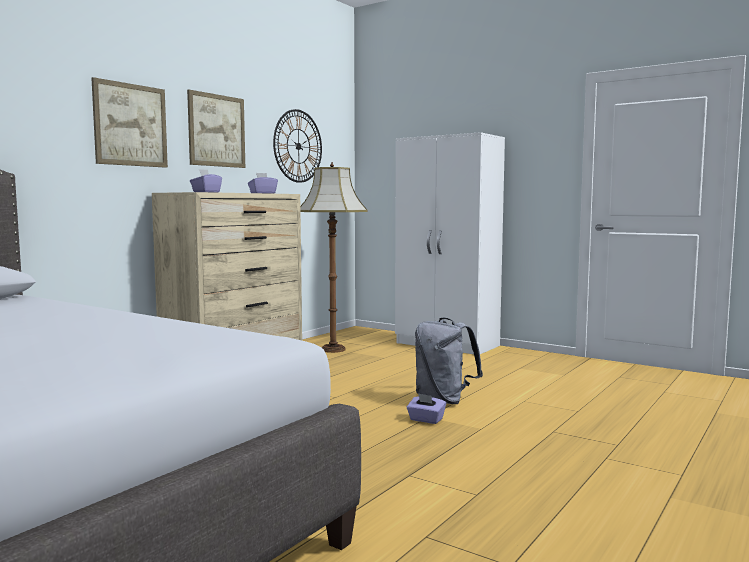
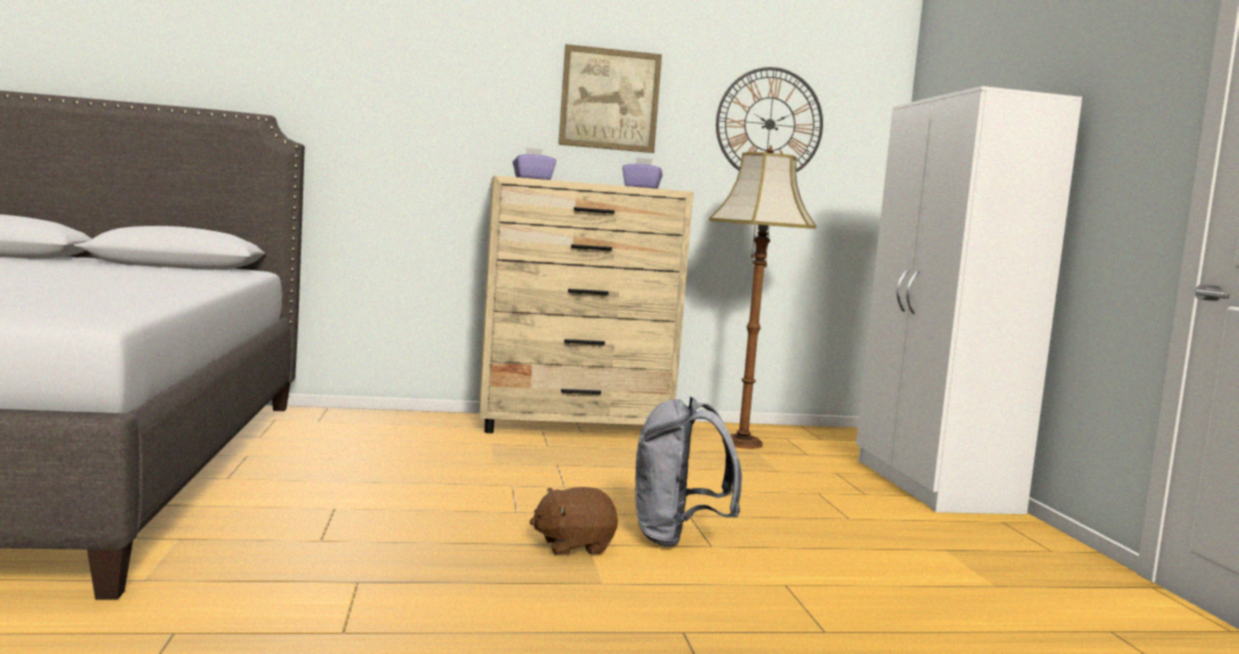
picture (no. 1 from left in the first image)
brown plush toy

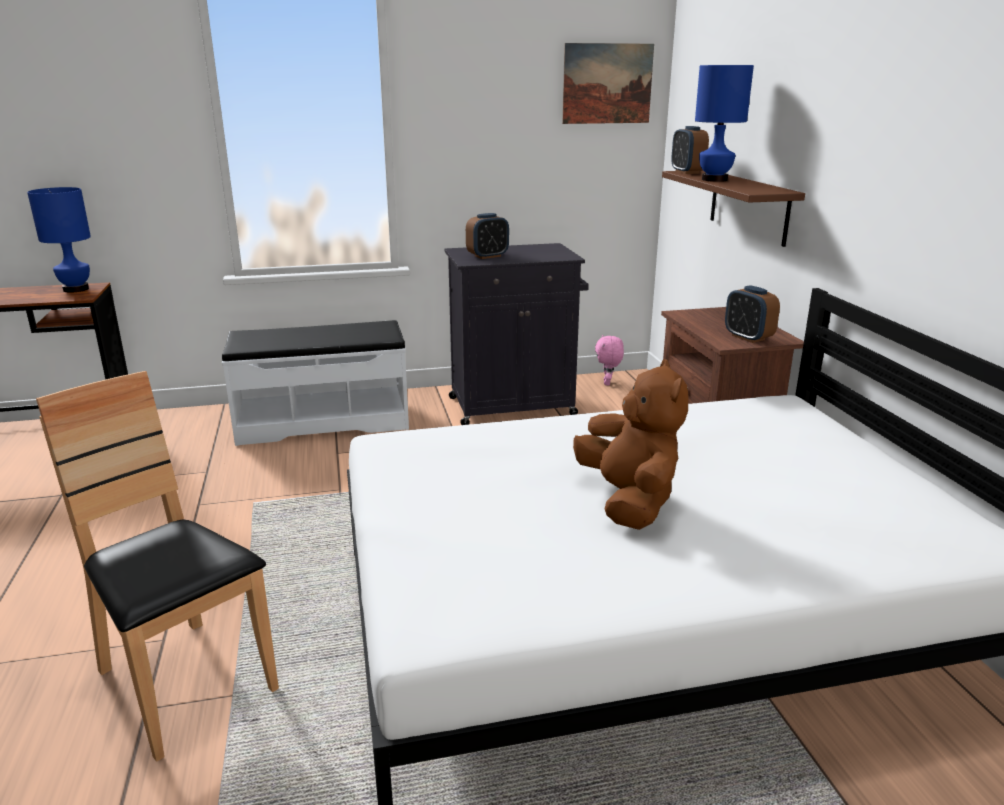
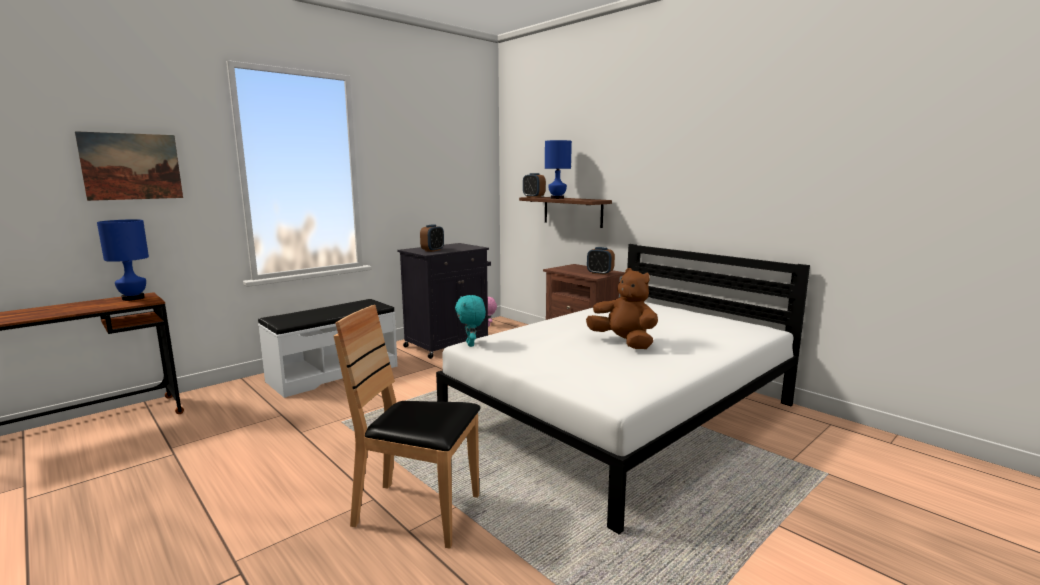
picture
turquoise plush toy

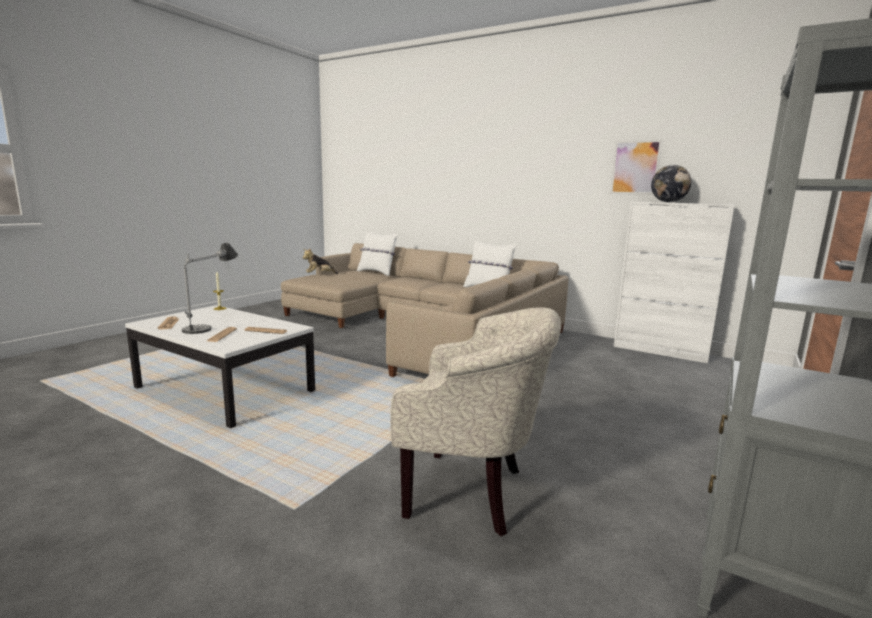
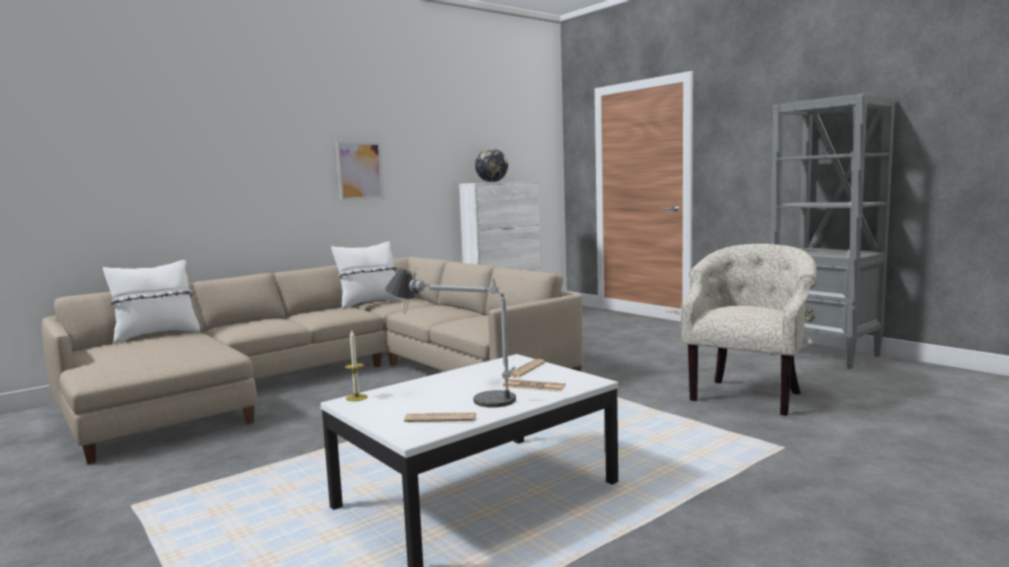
picture
plush toy

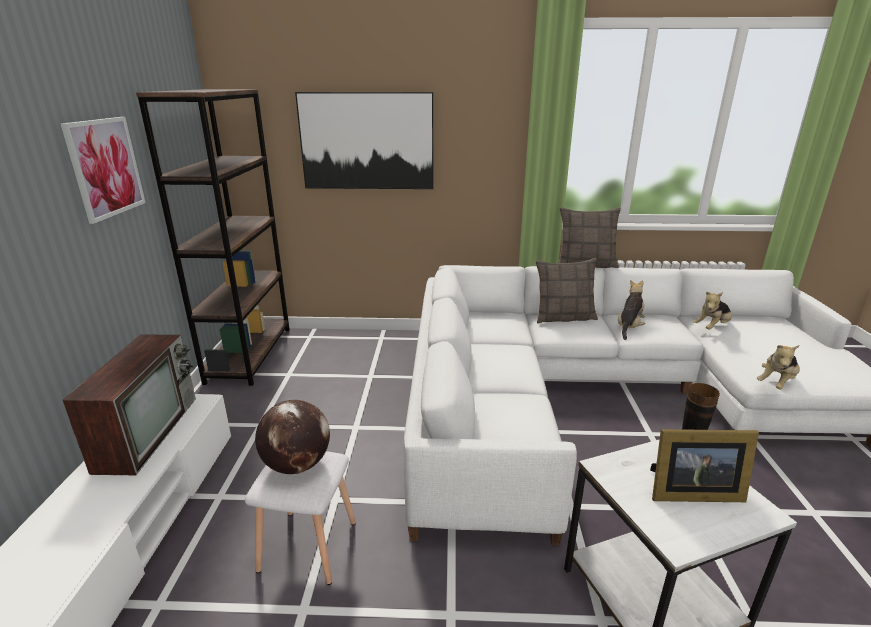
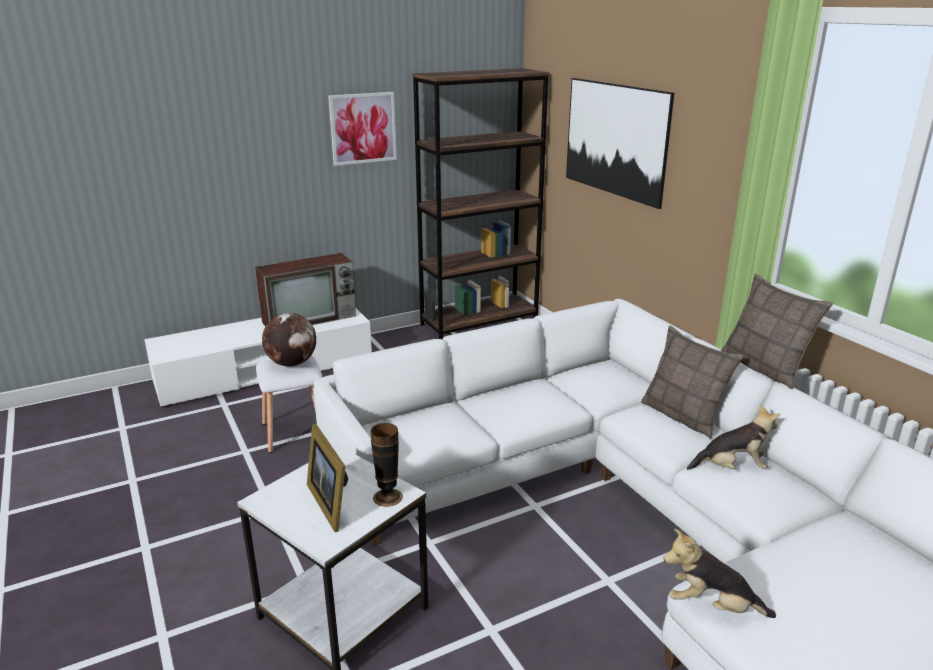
plush toy (no. 2 from left in the first image)

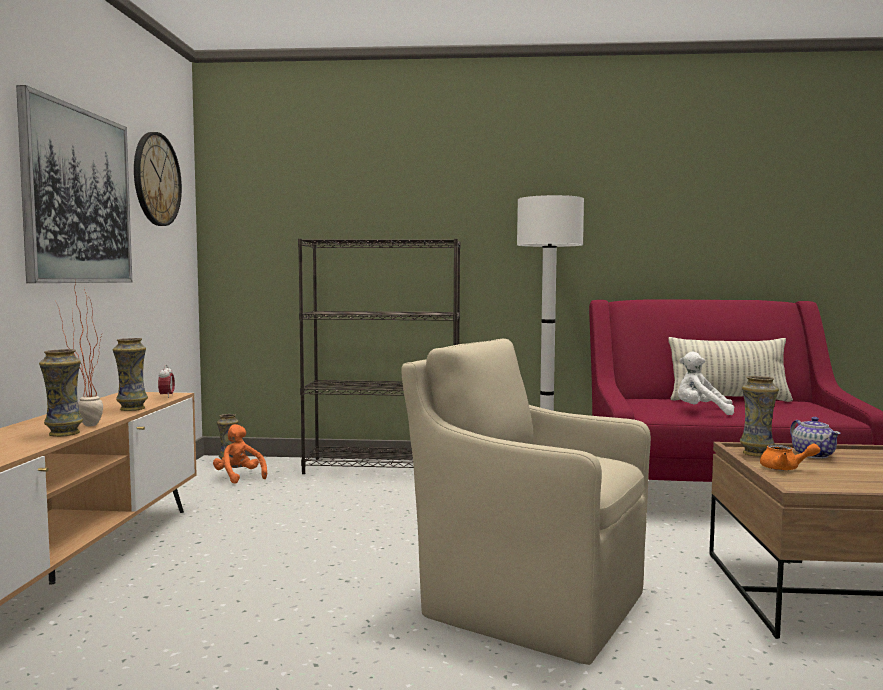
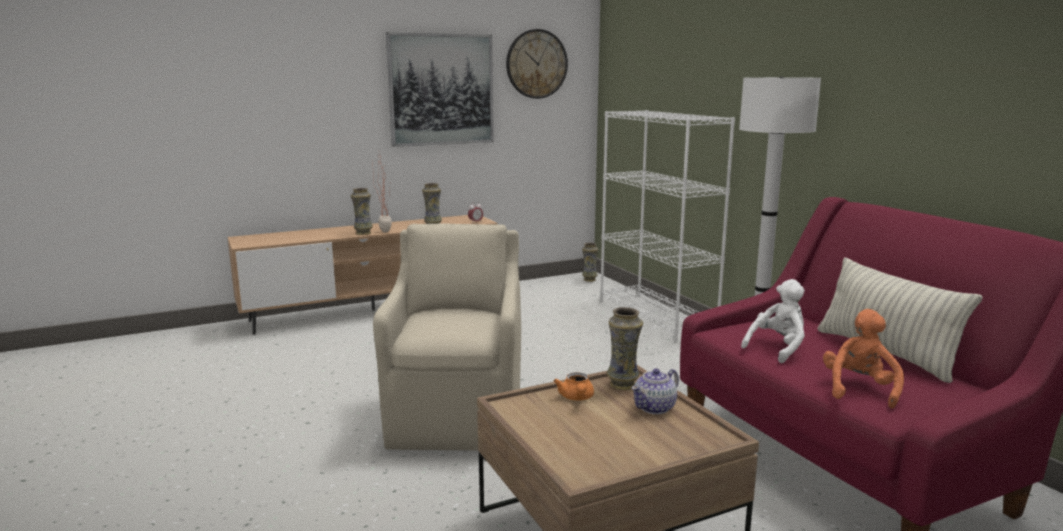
white bookcase
white plush toy
orange plush toy

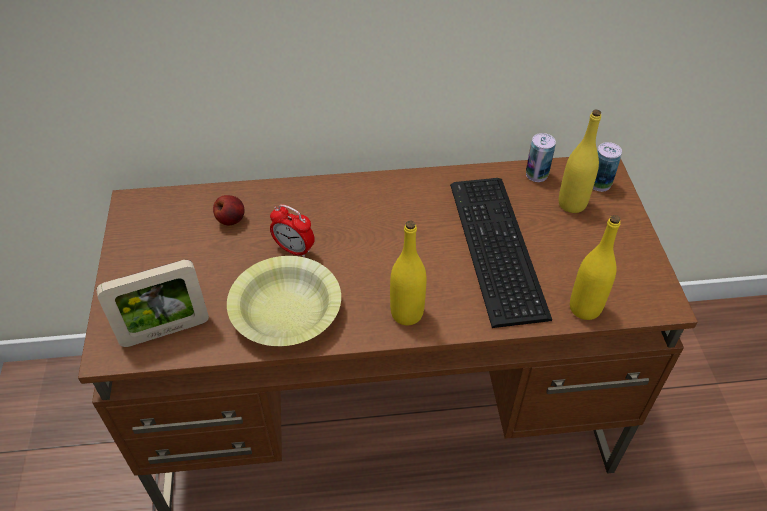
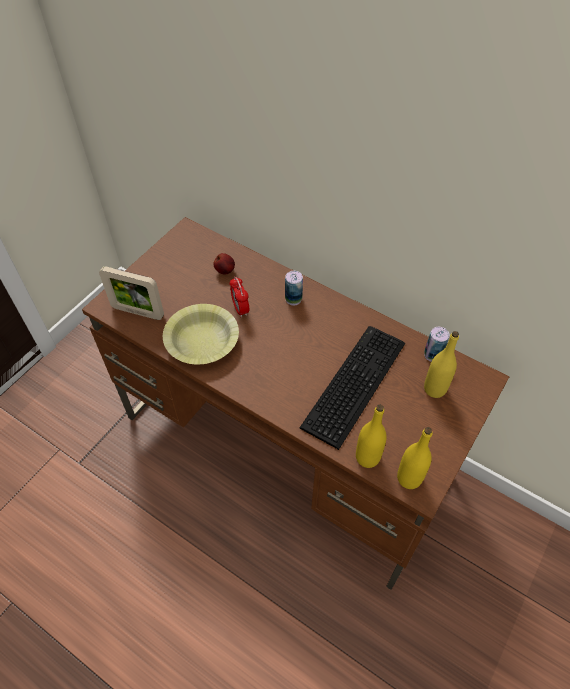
can (no. 1 from left)
yellow bottle (no. 2 from left)

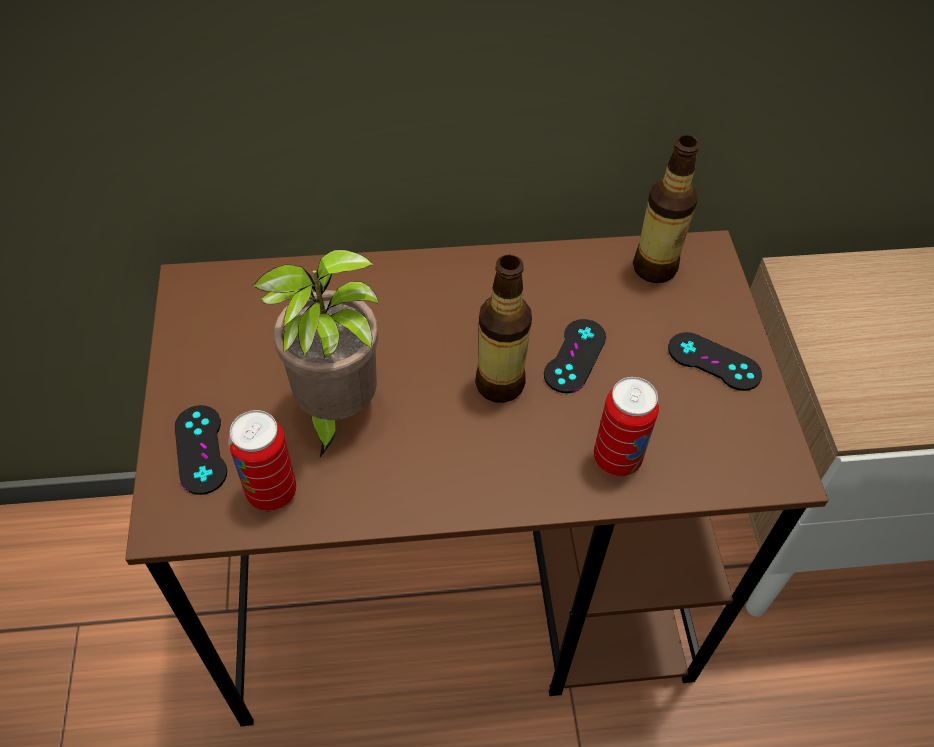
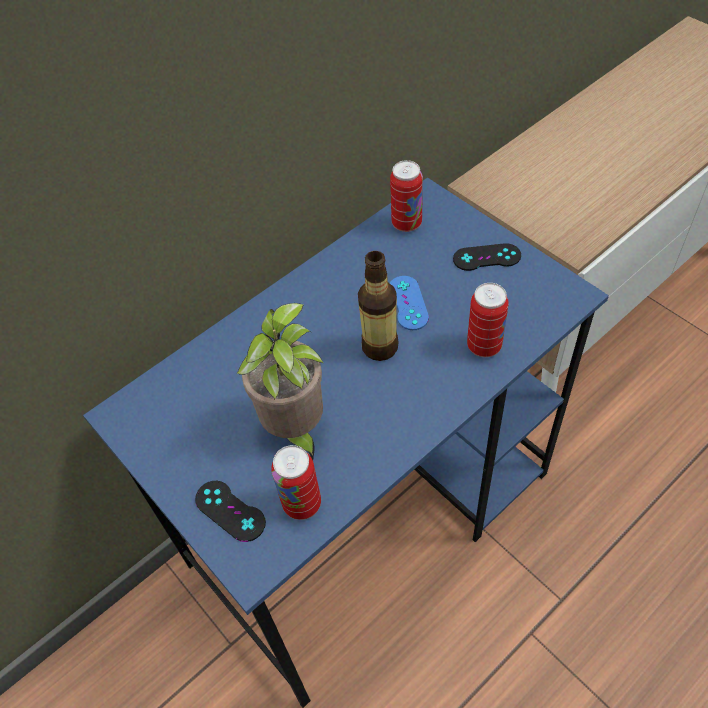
can (no. 2 from left)
blue desk
blue game controller

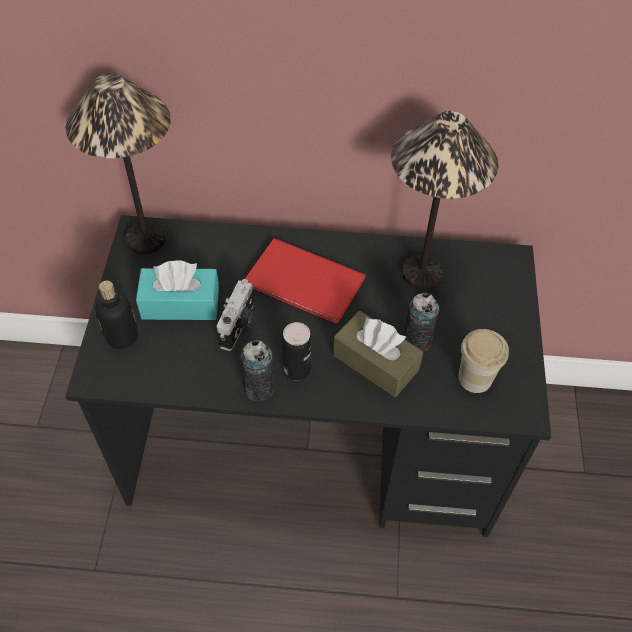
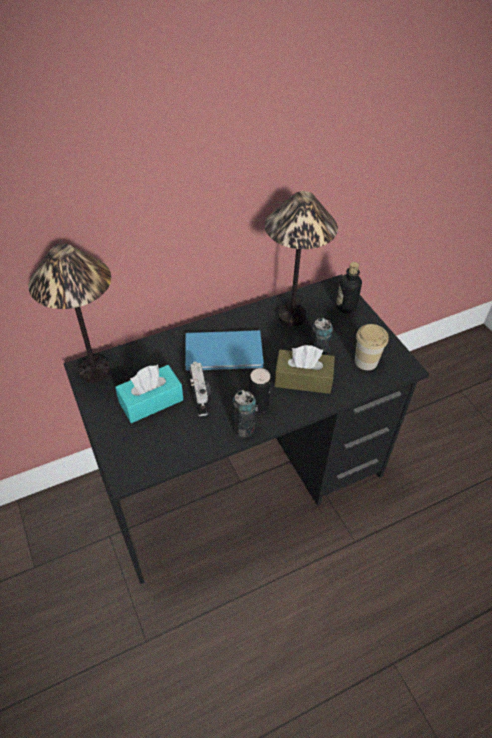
blue book
bottle

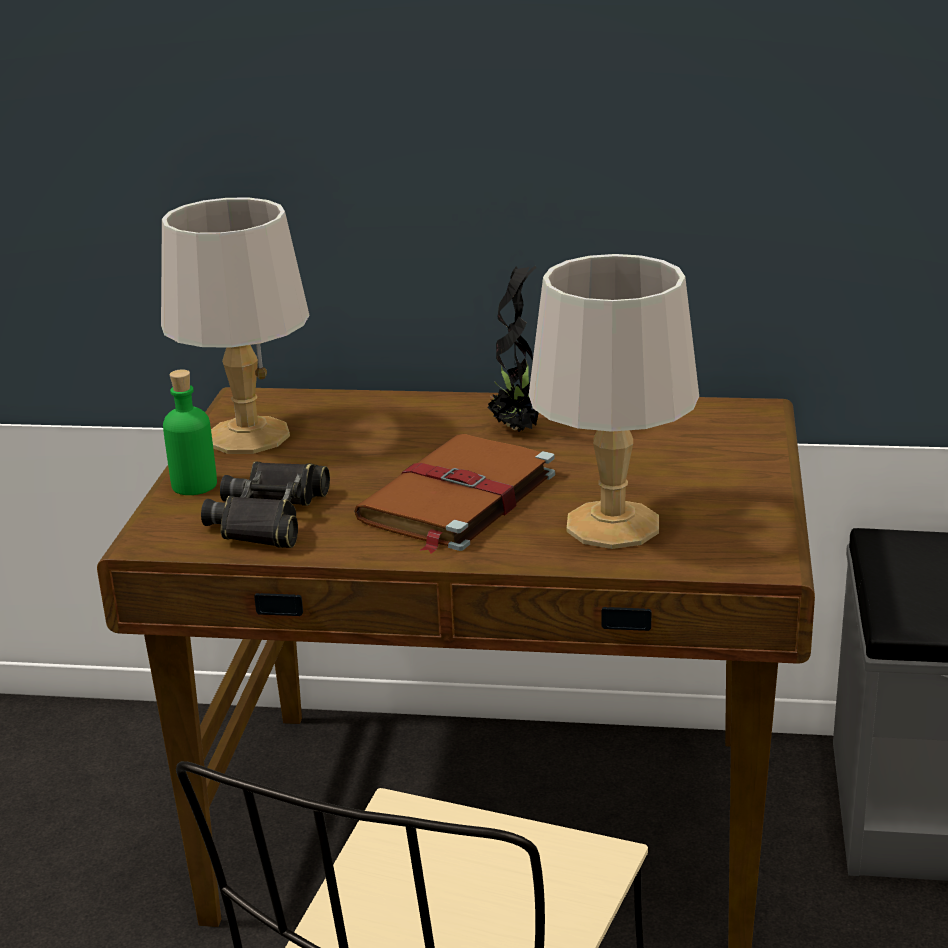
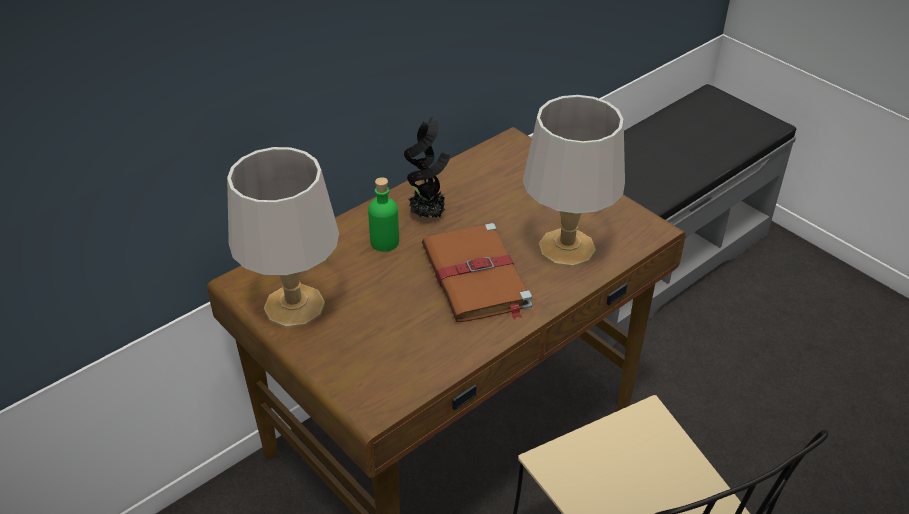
green bottle
black binoculars

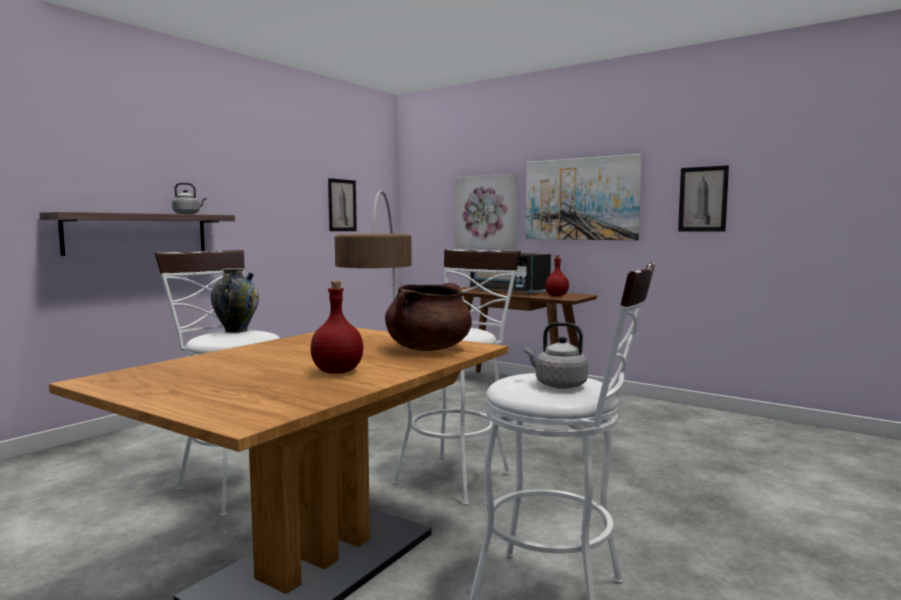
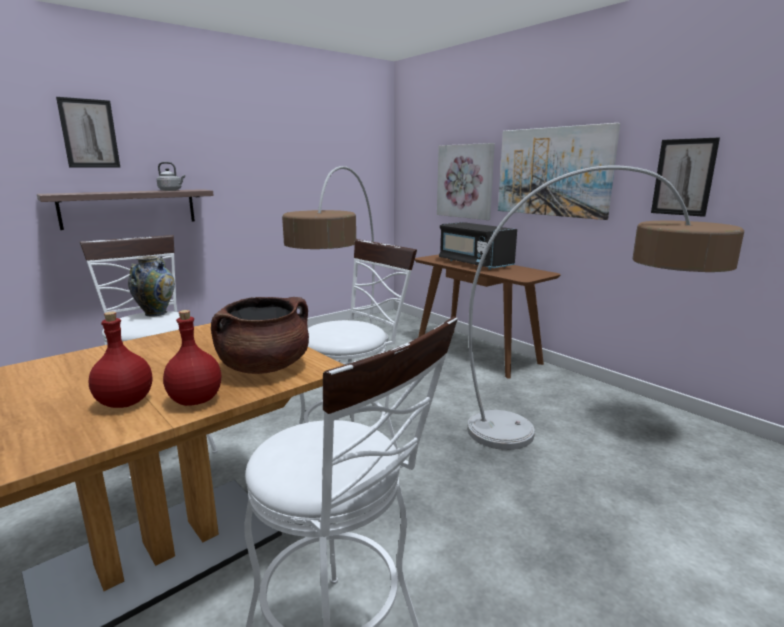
picture (no. 1 from left)
red bottle (no. 2 from left)
grey kettle (no. 2 from left in the first image)
floor lamp (no. 2 from left)

